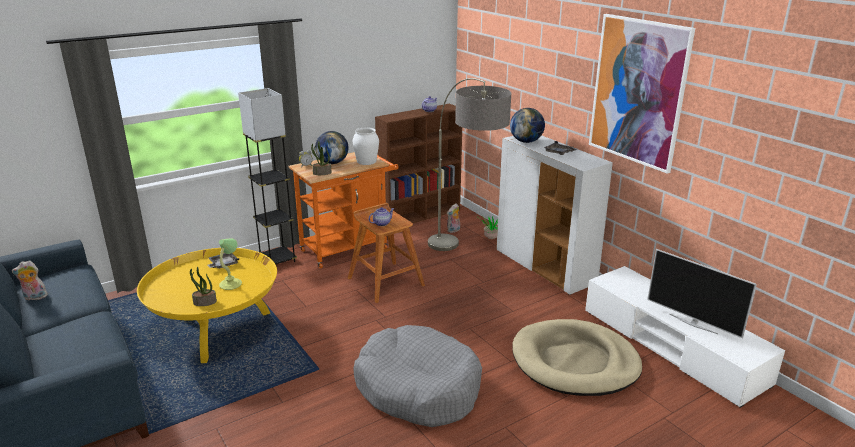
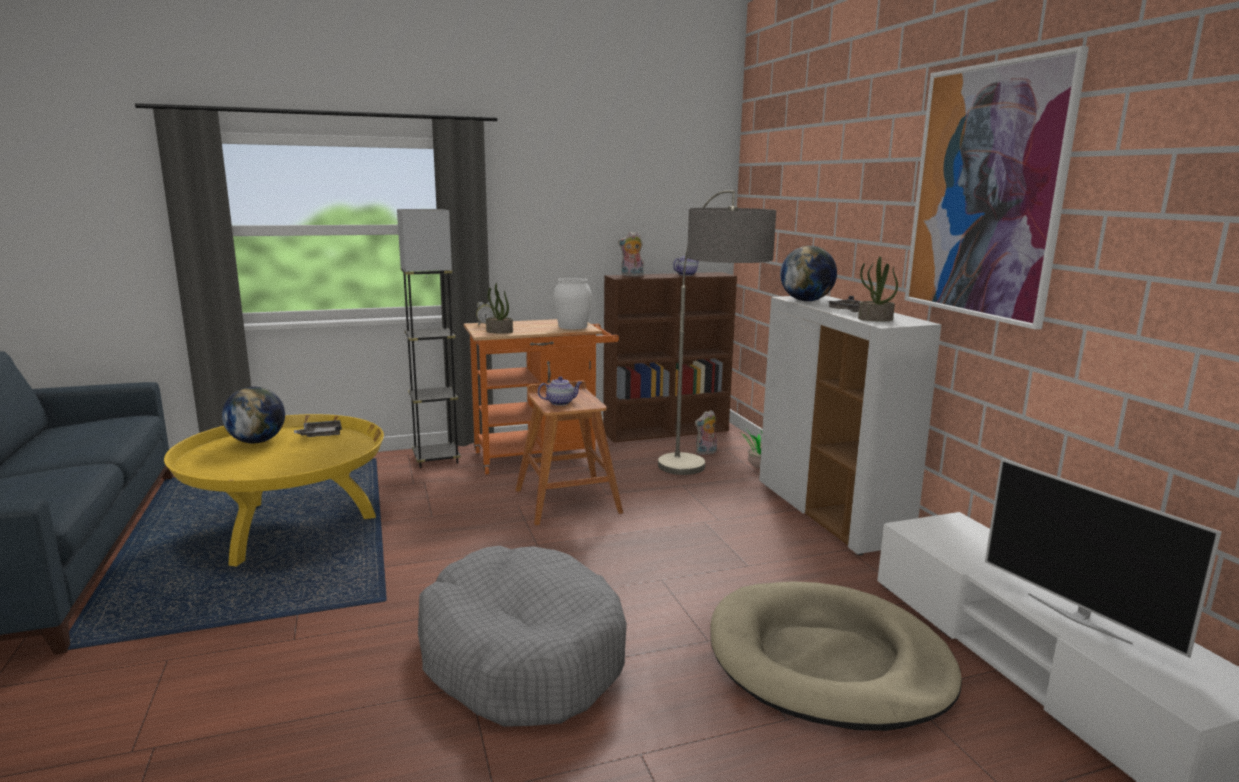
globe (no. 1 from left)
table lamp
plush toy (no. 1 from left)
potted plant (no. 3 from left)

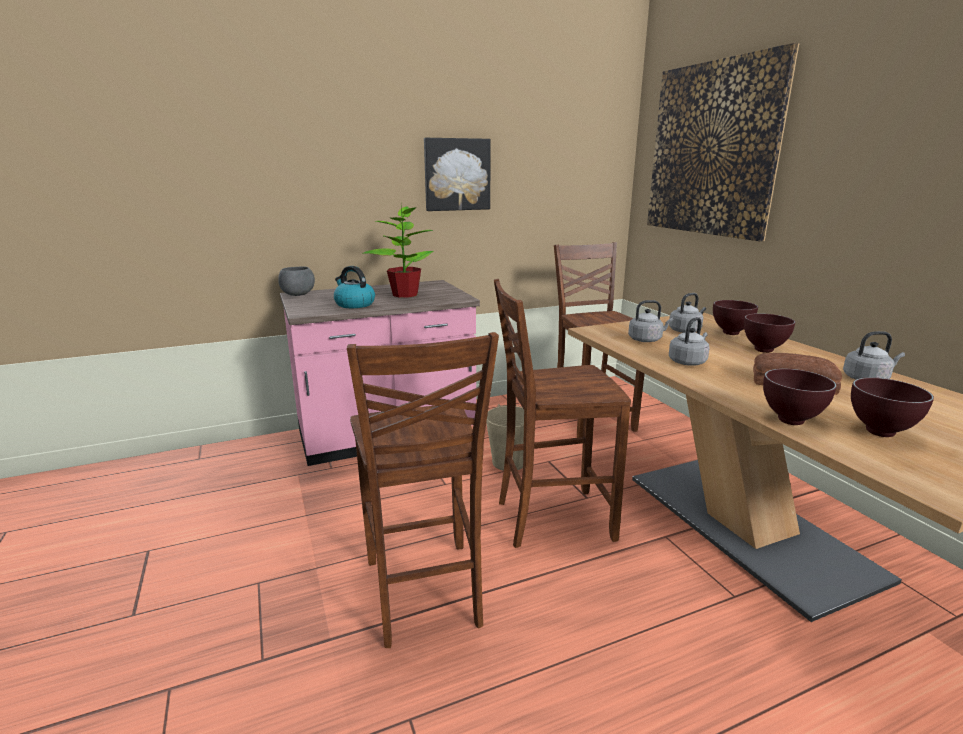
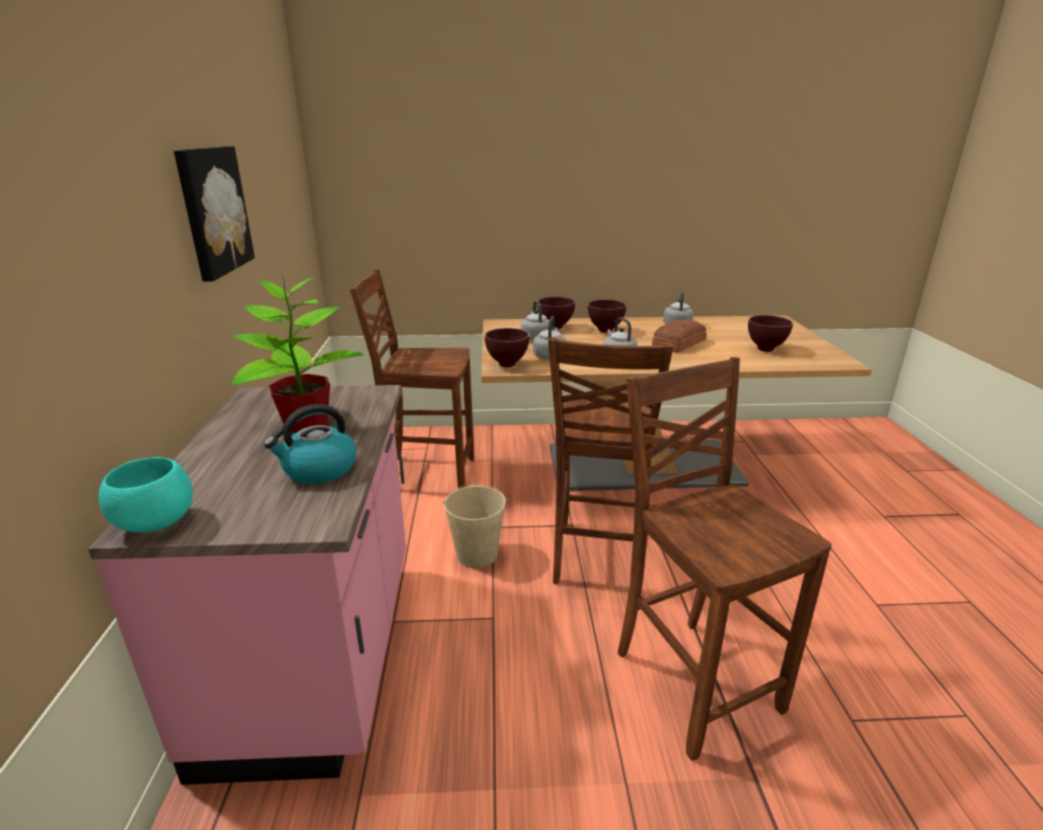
picture (no. 2 from left in the first image)
turquoise bowl
brown chair (no. 3 from left)
brown bowl (no. 1 from left)

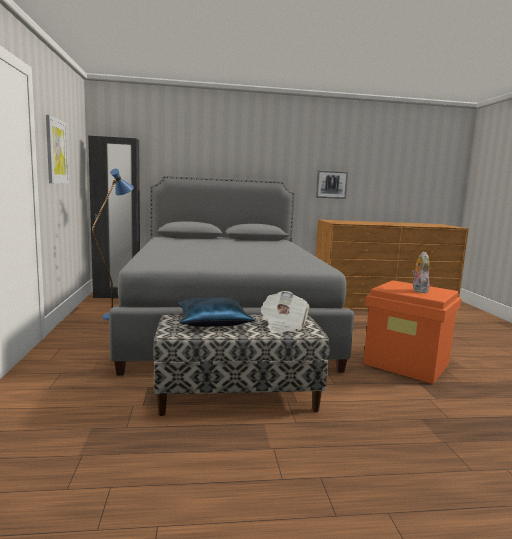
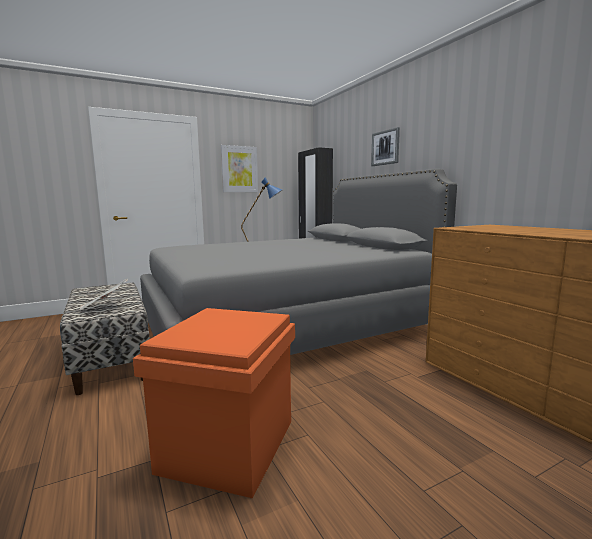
picture (no. 2 from left)
plush toy
blue pillow

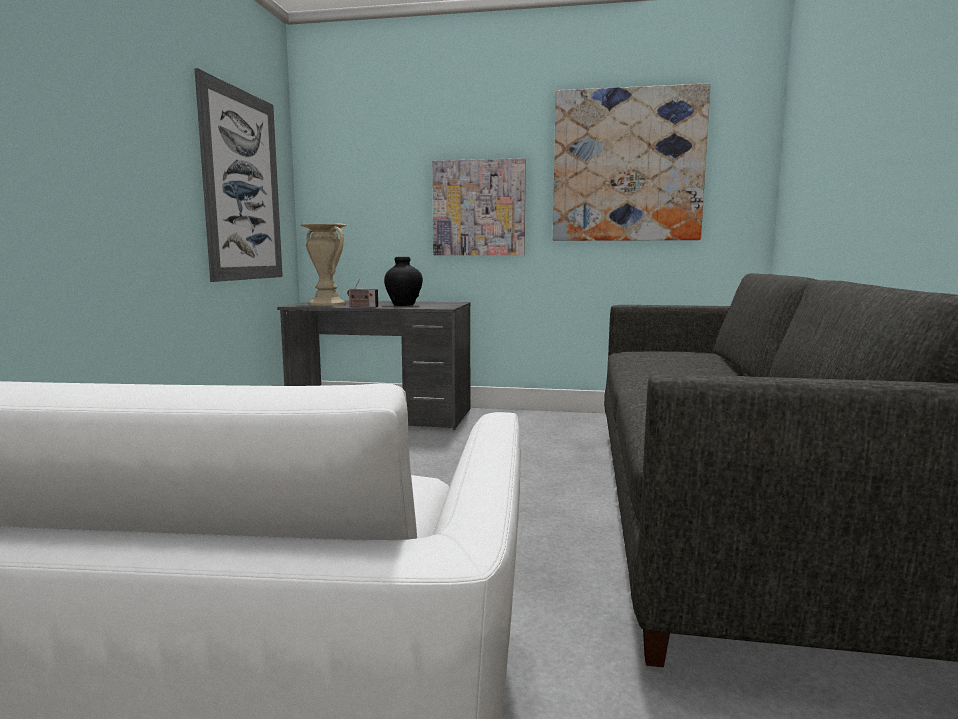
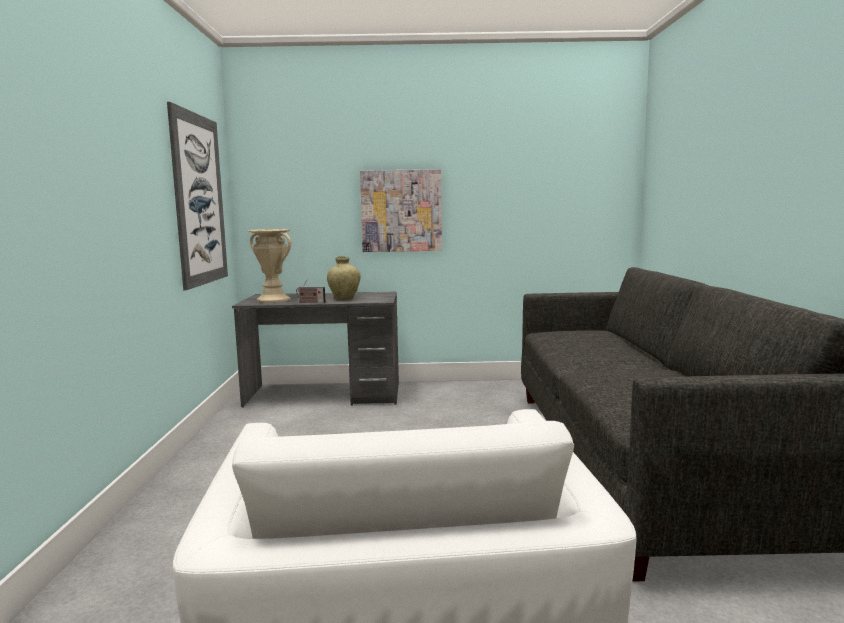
picture (no. 3 from left in the first image)
beige vase (no. 2 from left)

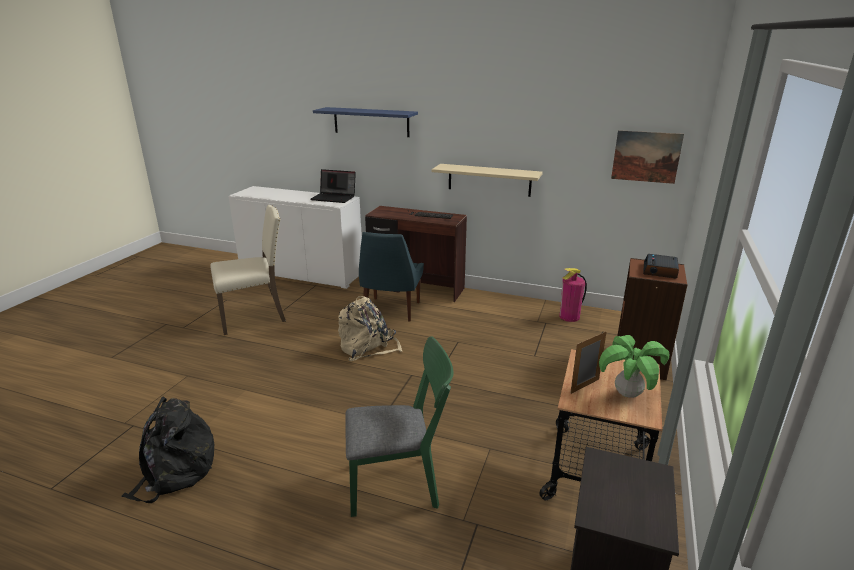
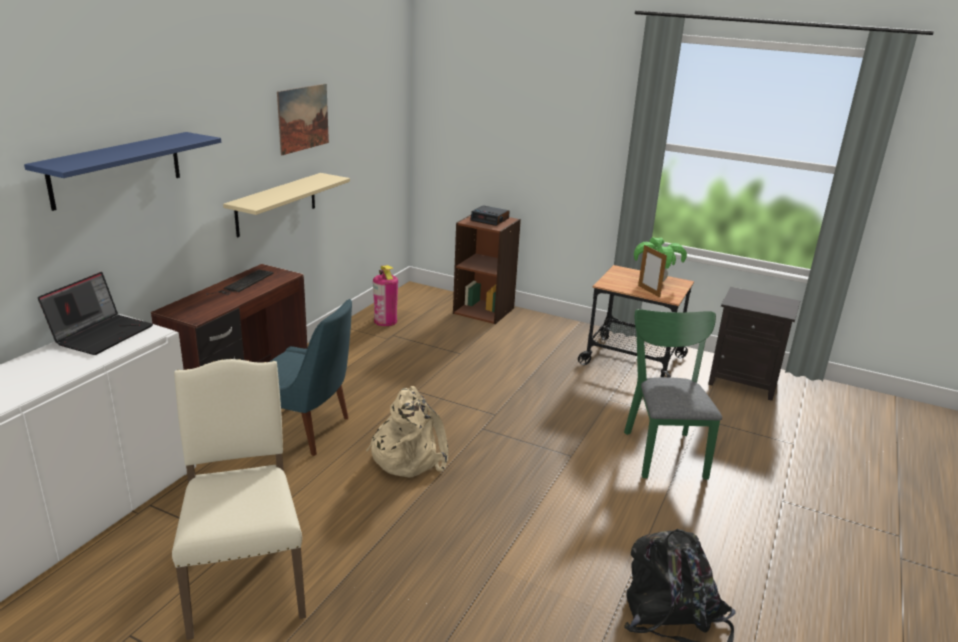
picture

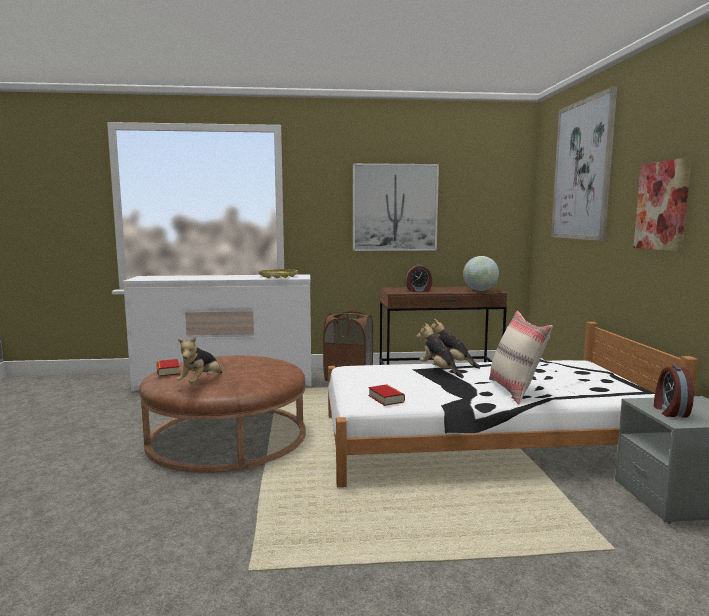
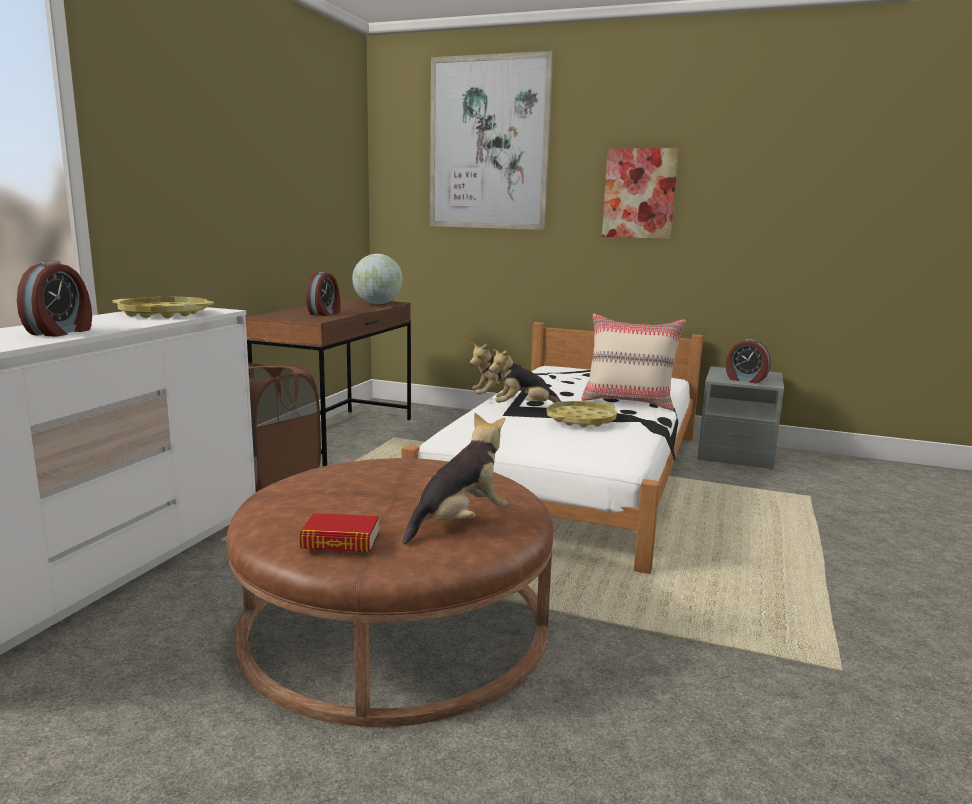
picture (no. 1 from left in the first image)
plush toy (no. 1 from left)
book (no. 2 from left in the first image)
alarm clock (no. 1 from left)
yellow tray (no. 2 from left)

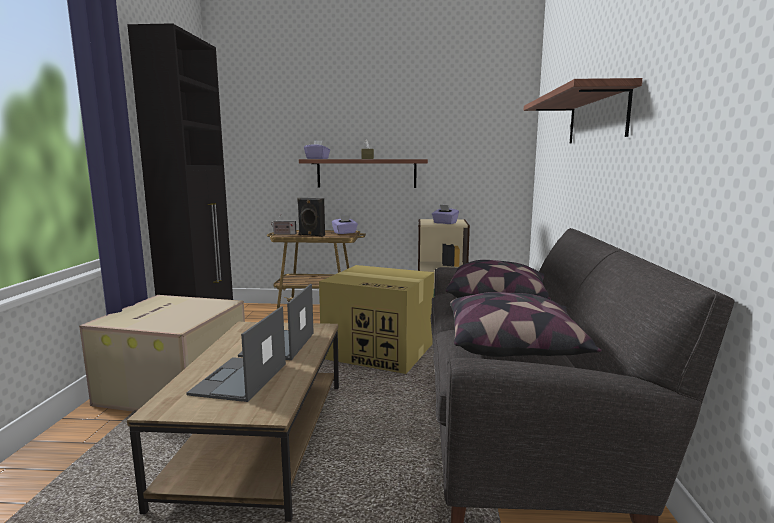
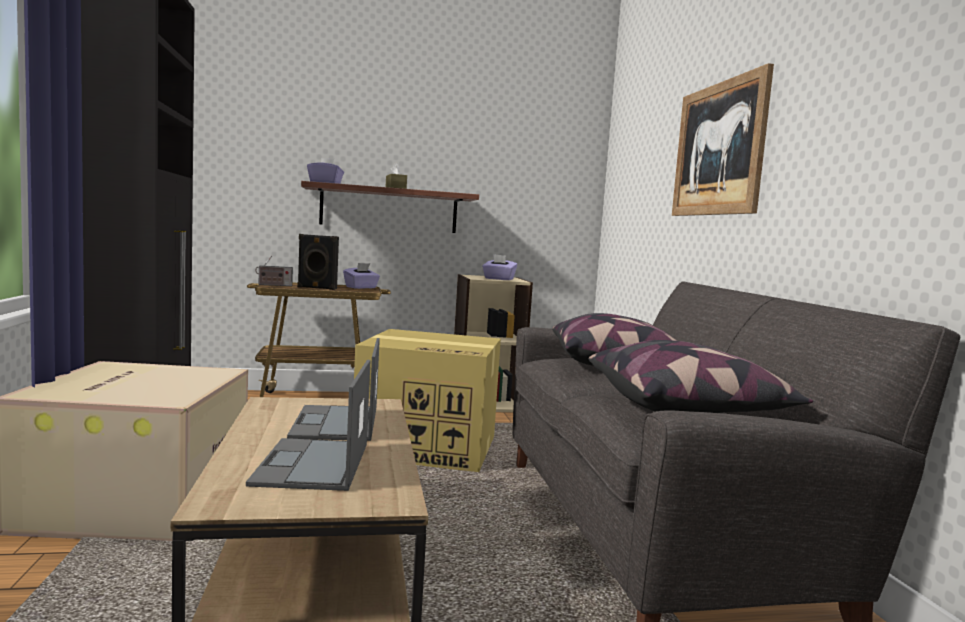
picture

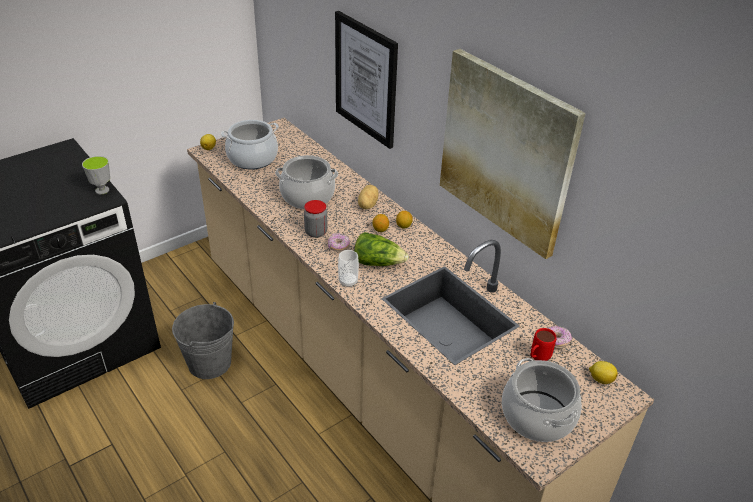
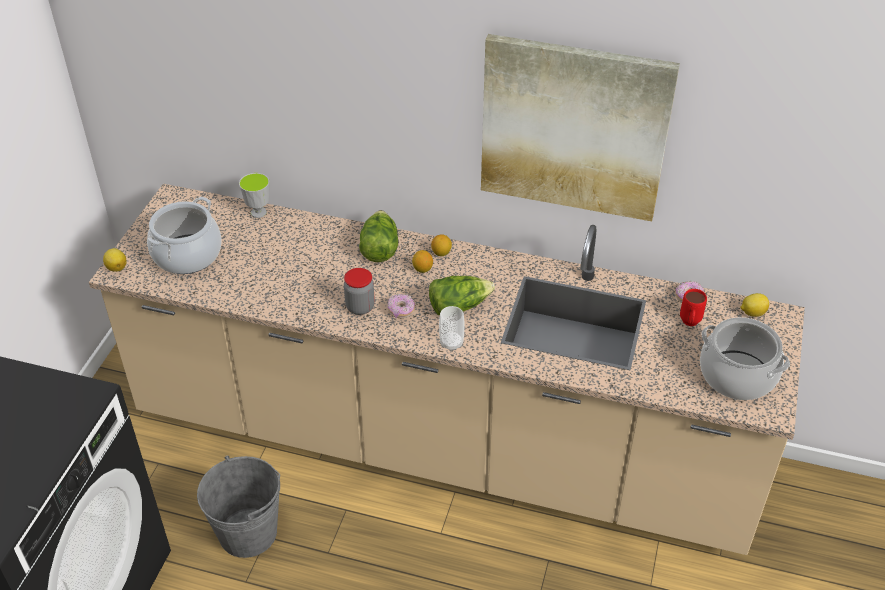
picture (no. 1 from left in the first image)
cooking pot (no. 2 from left in the first image)
cup (no. 1 from left)
lettuce (no. 1 from left)

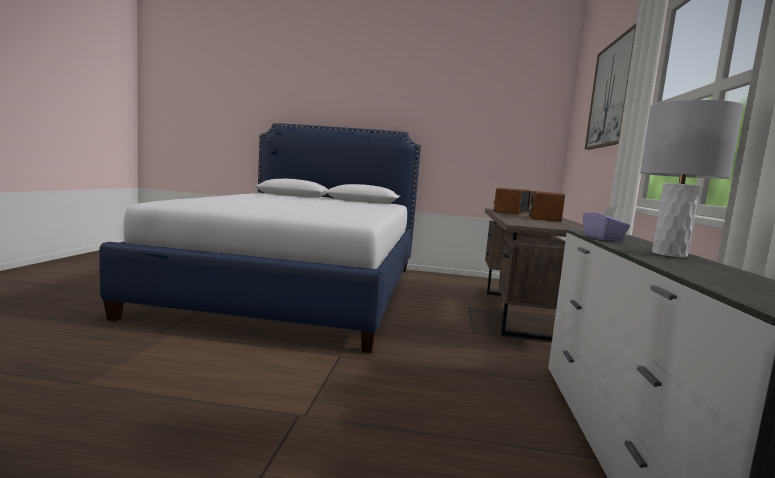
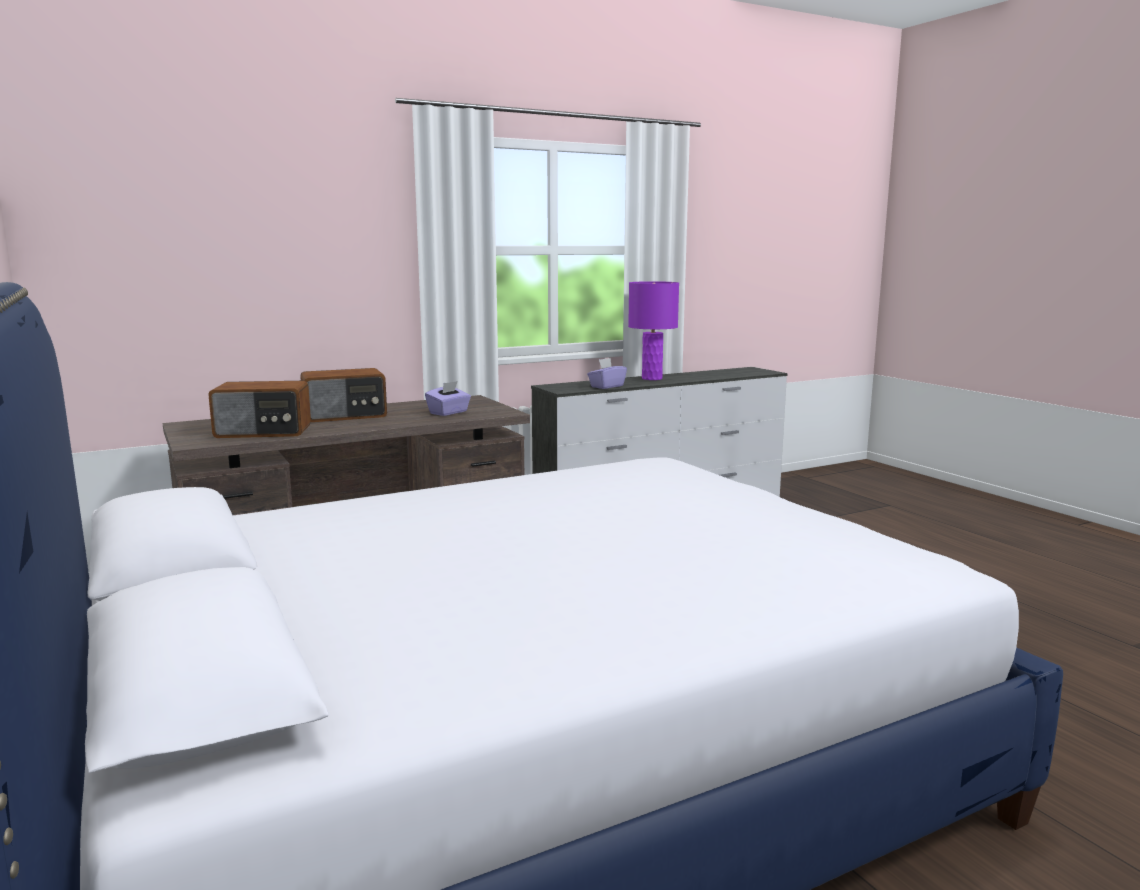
picture
purple table lamp
purple tissue box (no. 1 from left)

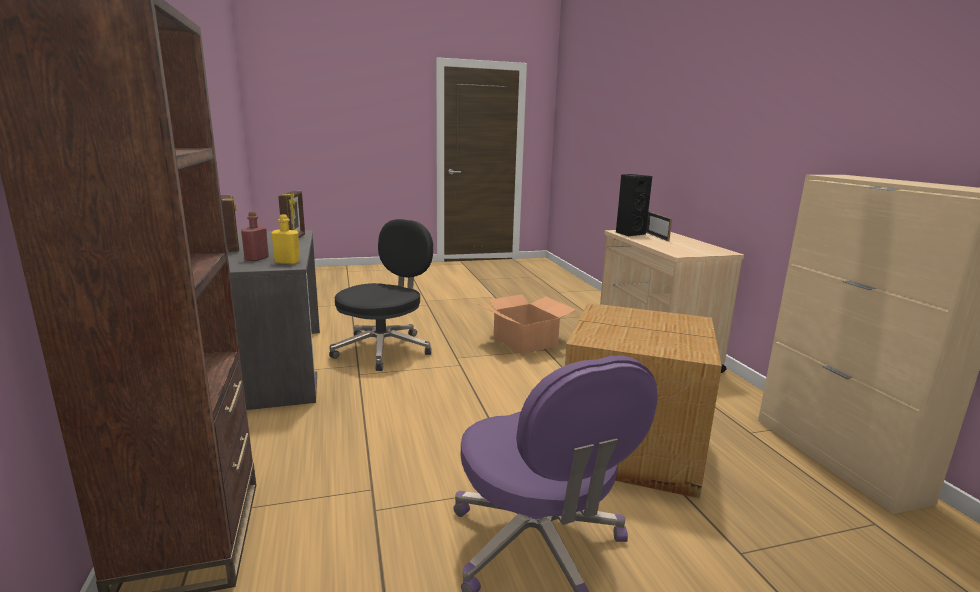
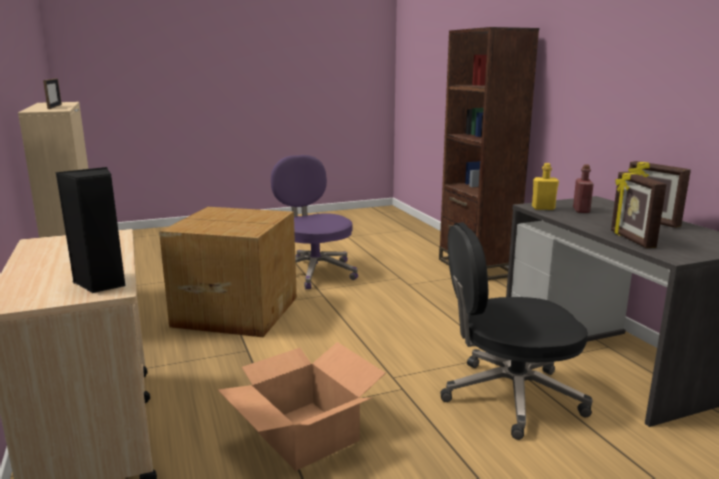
picture frame (no. 1 from left)
black office chair

